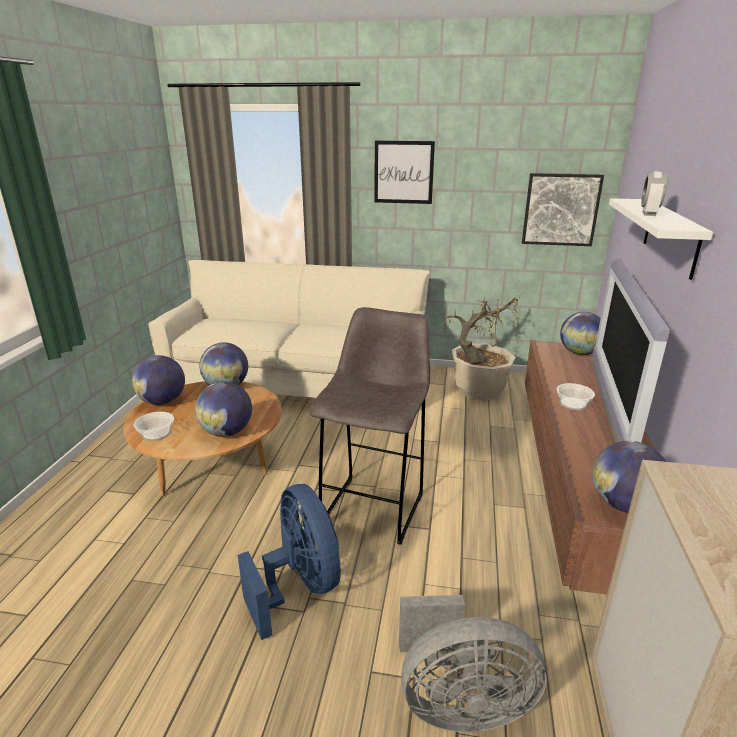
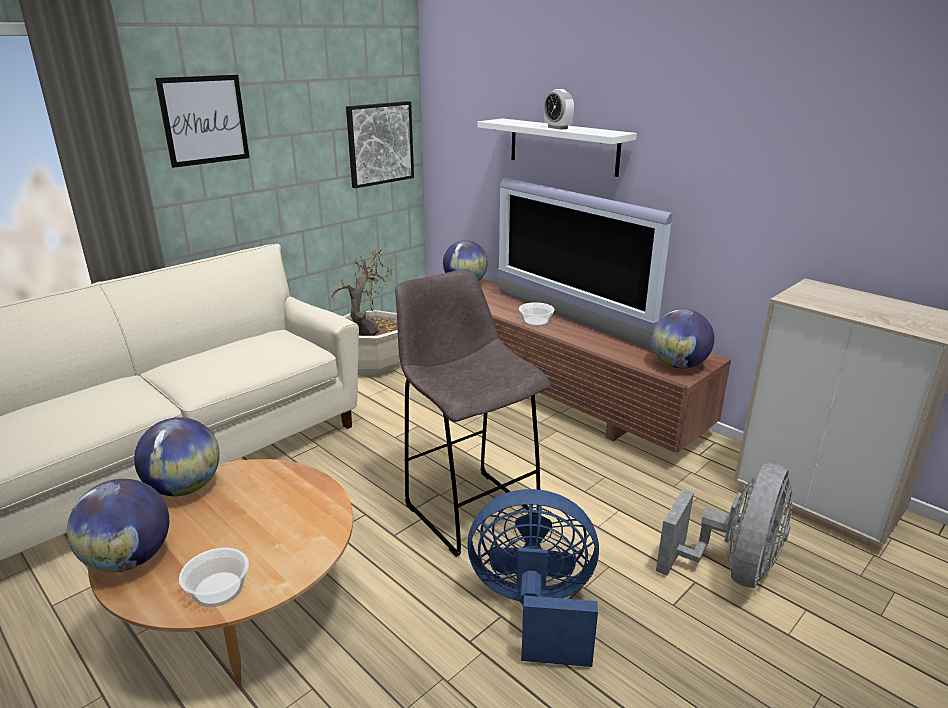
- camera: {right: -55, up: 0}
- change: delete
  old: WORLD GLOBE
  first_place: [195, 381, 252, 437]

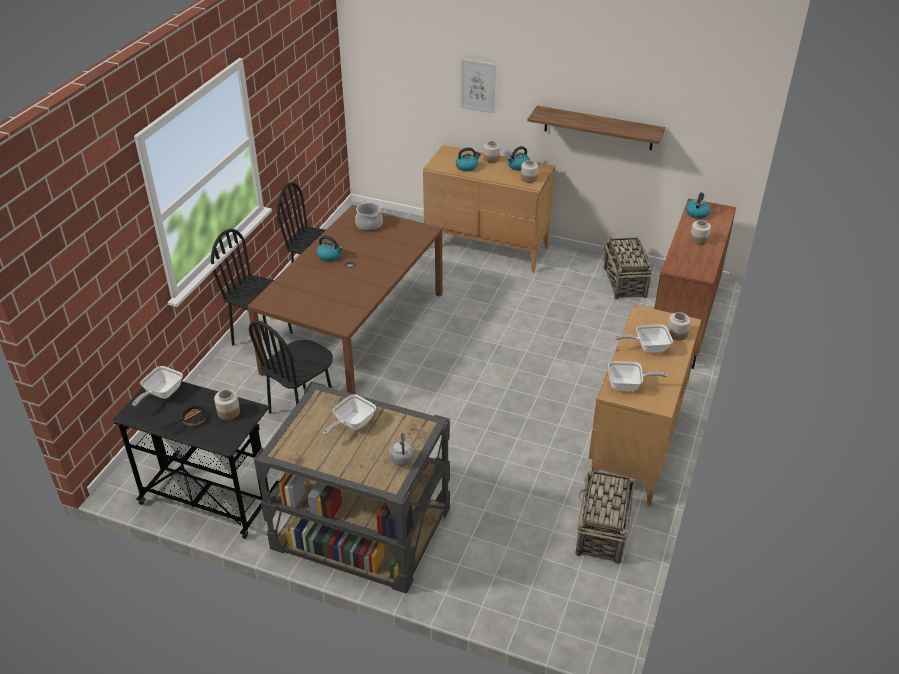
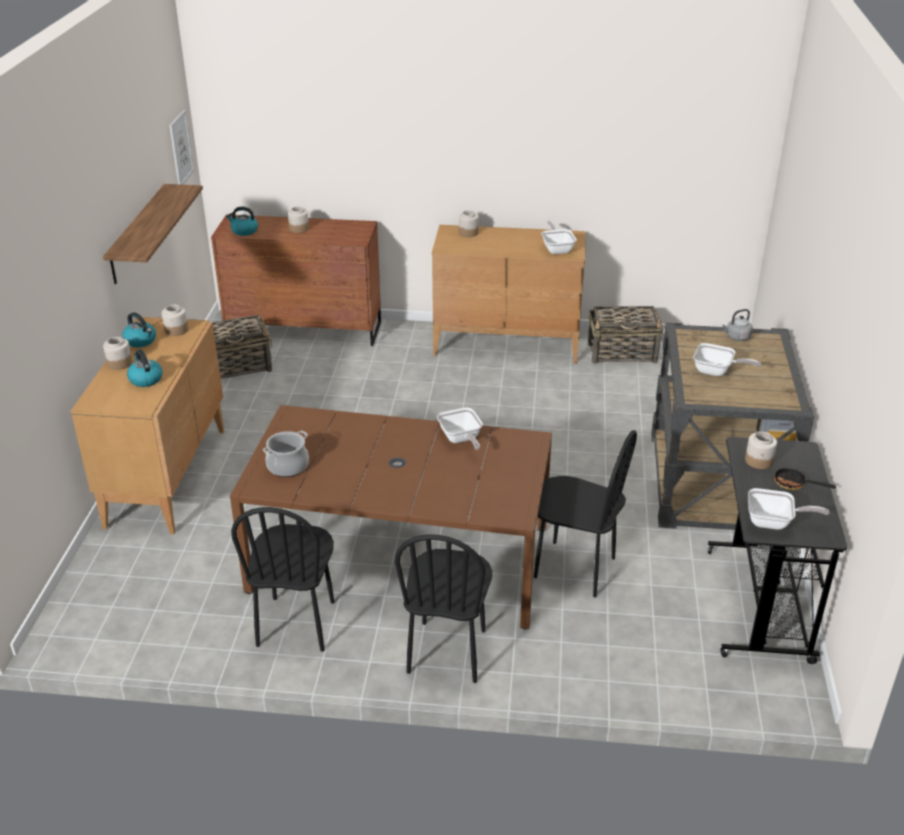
- camera: {right: -105, up: -5}
- change: delete
  old: KETTLE
  first_place: [317, 236, 343, 262]
- change: move
  old: PICTURE
  first_place: [460, 59, 496, 113]
  second_place: [169, 110, 194, 185]
- change: move
  old: FRYING PAN
  first_place: [615, 324, 673, 353]
  second_place: [437, 407, 483, 450]

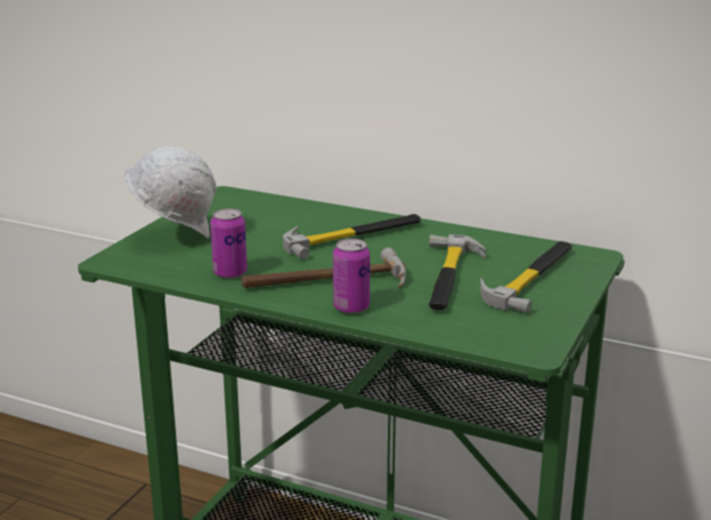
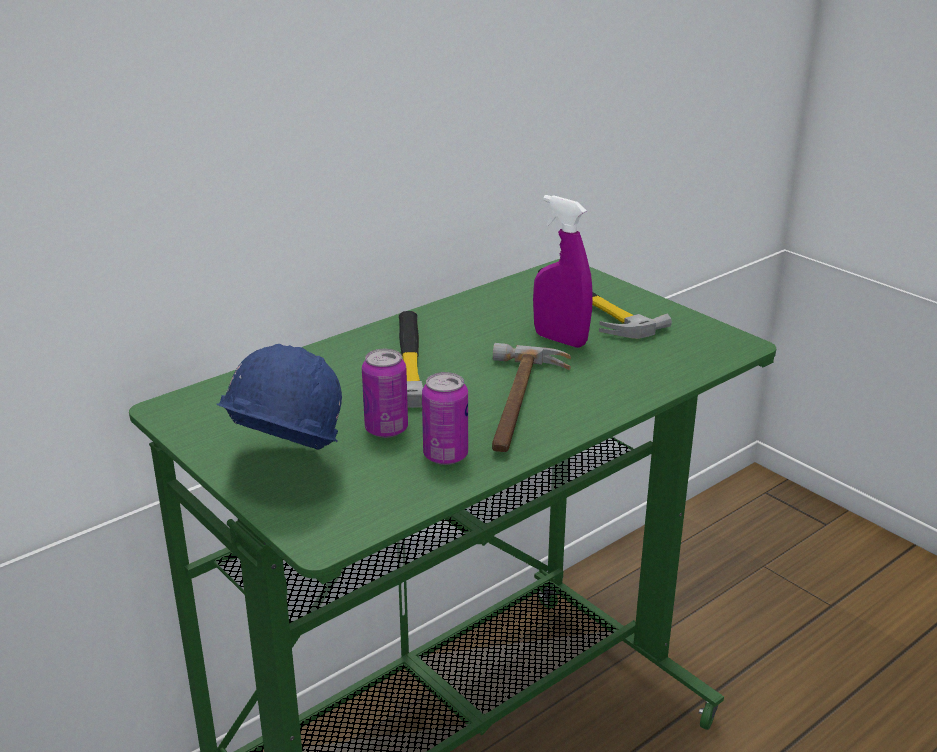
- camera: {right: -65, up: 5}
- change: move
  old: CAN
  first_place: [333, 239, 370, 314]
  second_place: [362, 349, 408, 438]
- change: replace
  old: TOOL HAMMER
  new: PURPLE SPRAYER
  first_place: [428, 234, 486, 310]
  second_place: [533, 195, 592, 348]
- change: recolor
  old: WHITE WORK HELMET
  new: BLUE WORK HELMET
  first_place: [124, 146, 217, 238]
  second_place: [216, 344, 342, 450]

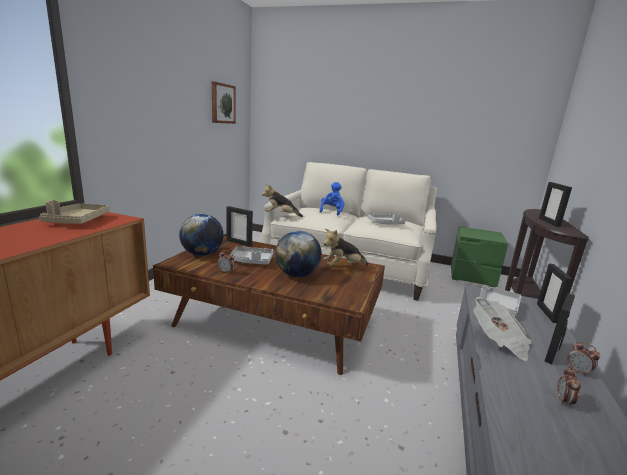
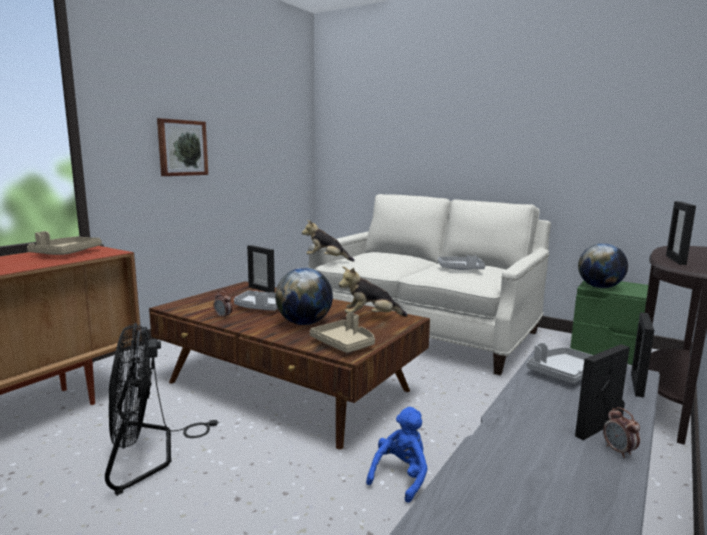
- camera: {right: 15, up: -5}
- change: delete
  old: DAILY PAPER
  first_place: [473, 297, 532, 361]
- change: delete
  old: ALARM CLOCK
  first_place: [557, 368, 581, 407]
- change: insert
  new: BLACK ELECTRIC FAN
  second_place: [105, 323, 219, 496]
- change: insert
  new: BEIGE-COLOURED SERVING TRAY
  second_place: [310, 313, 375, 353]
- change: move
  old: WORLD GLOBE
  first_place: [179, 214, 224, 256]
  second_place: [578, 243, 628, 288]
- change: move
  old: PICTURE
  first_place: [212, 81, 236, 124]
  second_place: [157, 118, 208, 176]
- change: move
  old: BLUE SOFT TOY
  first_place: [320, 182, 344, 216]
  second_place: [366, 407, 428, 503]

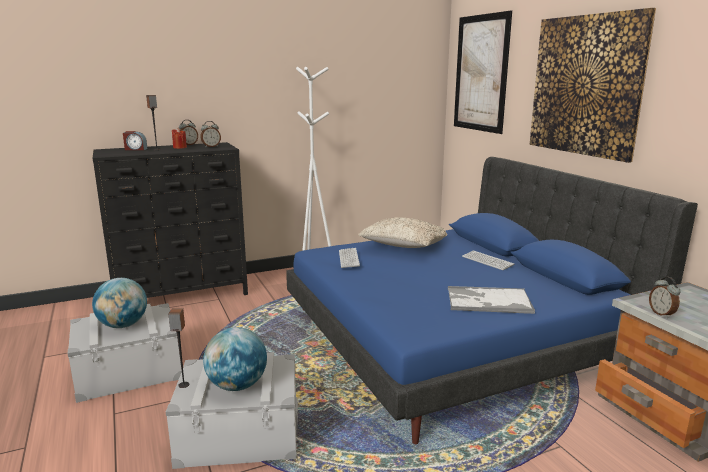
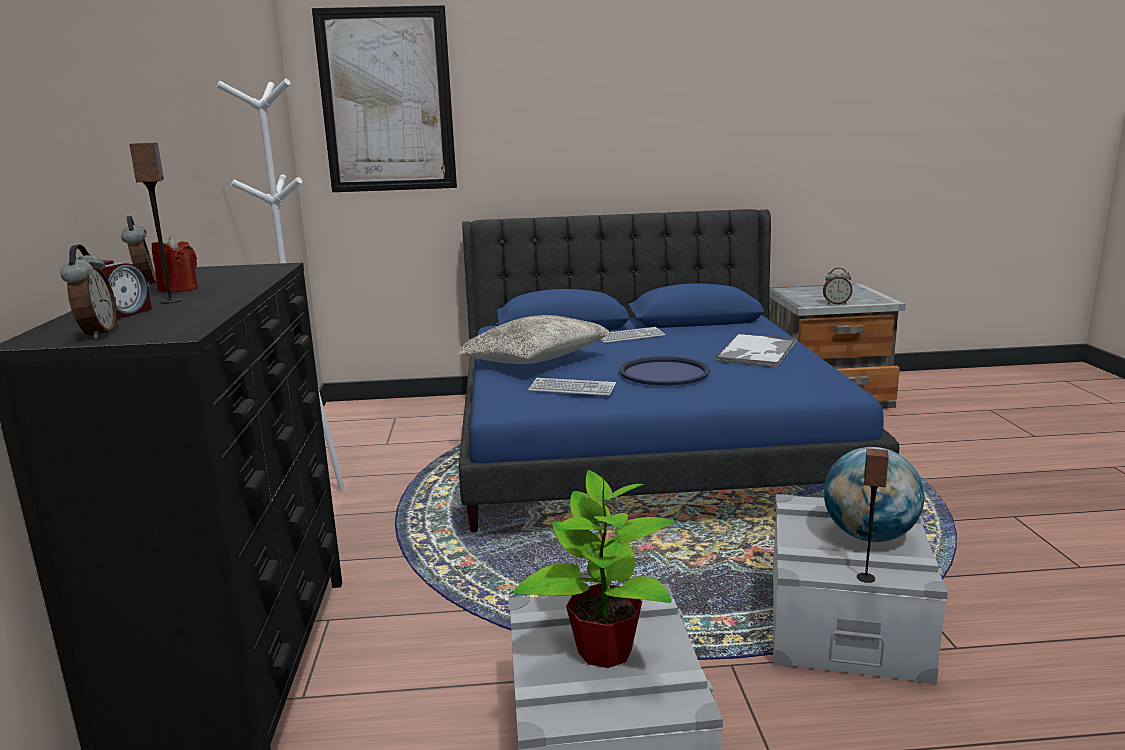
- camera: {right: -70, up: 0}
- change: delete
  old: PICTURE
  first_place: [530, 8, 656, 163]
- change: insert
  new: BLUE SERVING TRAY
  second_place: [619, 356, 710, 386]
- change: move
  old: ALARM CLOCK
  first_place: [200, 121, 221, 147]
  second_place: [61, 244, 117, 339]
- change: replace
  old: WORLD GLOBE
  new: POTTED PLANT
  first_place: [92, 278, 147, 328]
  second_place: [513, 470, 676, 668]

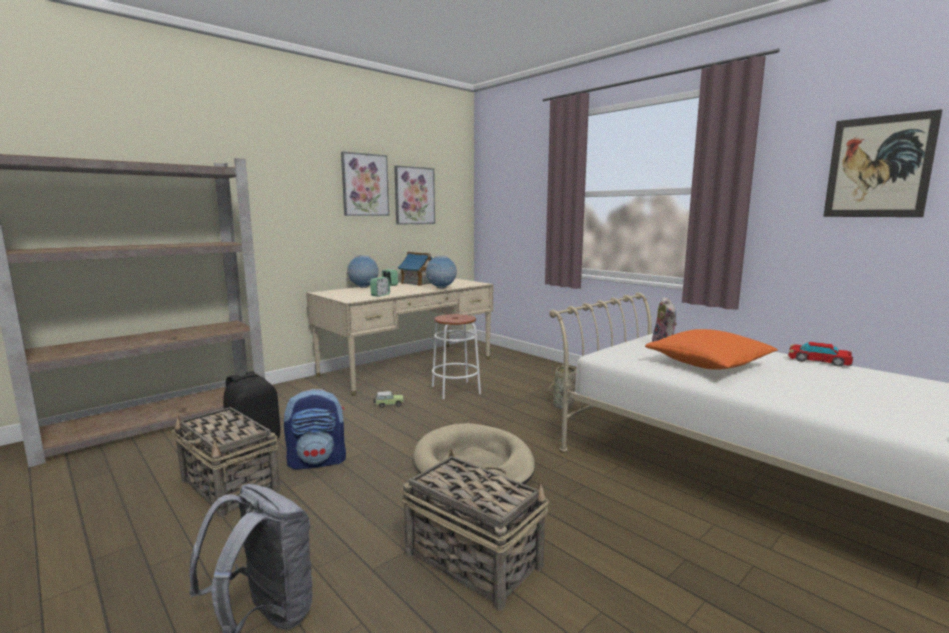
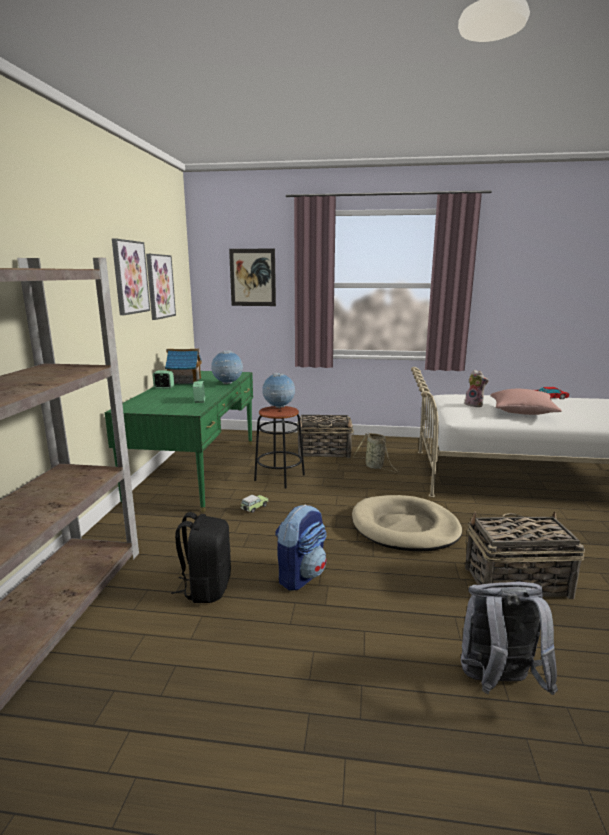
- camera: {right: -40, up: 5}
- change: move
  old: HOUSEHOLD BASKET
  first_place: [171, 407, 280, 517]
  second_place: [297, 415, 354, 458]
- change: move
  old: WORLD GLOBE
  first_place: [347, 255, 379, 288]
  second_place: [262, 373, 295, 408]
- change: move
  old: PICTURE
  first_place: [823, 109, 943, 217]
  second_place: [229, 249, 276, 306]
- change: recolor
  old: BEIGE-COLOURED DESK TABLE
  new: GREEN-COLOURED DESK TABLE
  first_place: [306, 279, 493, 396]
  second_place: [105, 371, 253, 512]
- change: recolor
  old: WHITE SITTING STOOL
  new: BLACK SITTING STOOL
  first_place: [432, 314, 481, 399]
  second_place: [254, 406, 305, 489]
- change: recolor
  old: ORANGE CUSHION
  new: PINKISH CUSHION
  first_place: [645, 329, 778, 369]
  second_place: [491, 389, 562, 415]

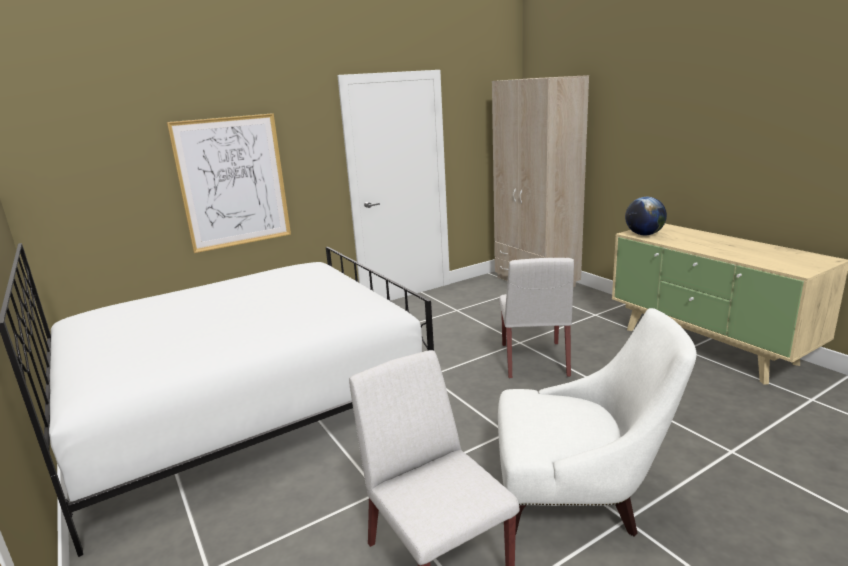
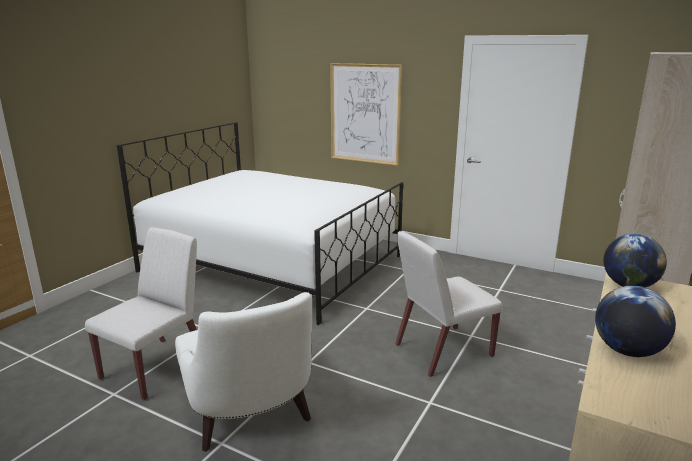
- camera: {right: 60, up: 0}
- change: insert
  new: WORLD GLOBE
  second_place: [595, 286, 676, 357]

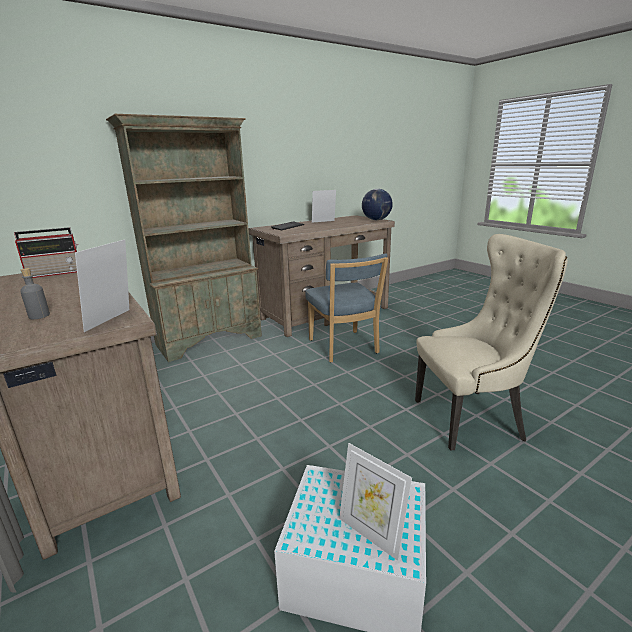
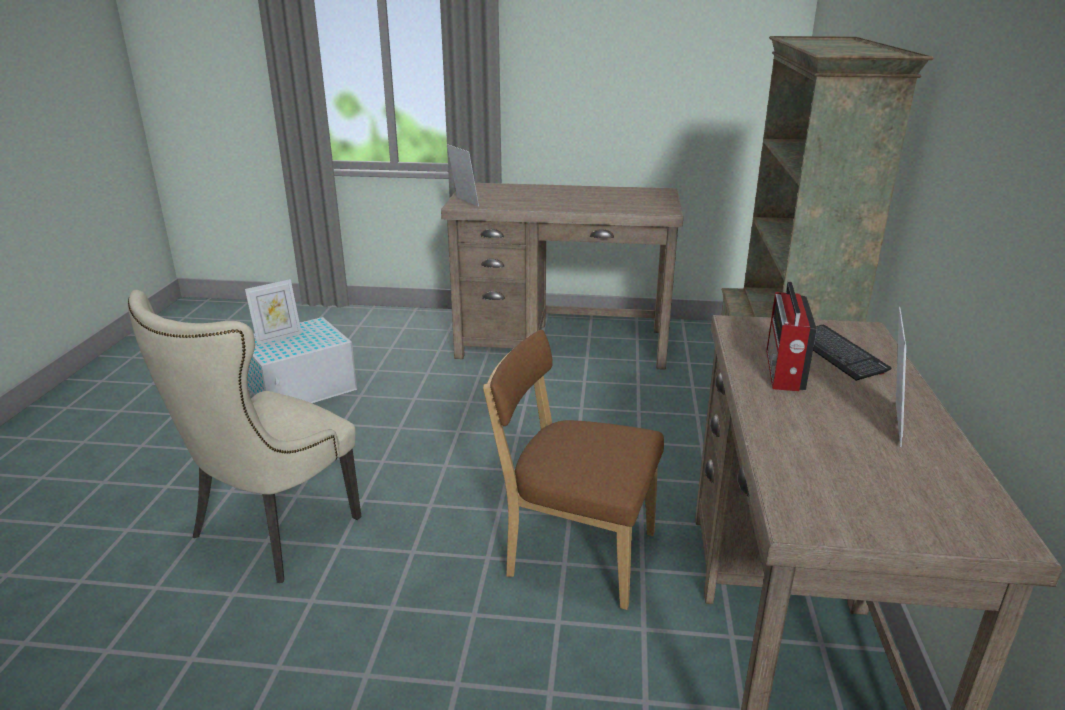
- camera: {right: 130, up: 5}
- change: delete
  old: GREYISH BOTTLE
  first_place: [20, 268, 50, 319]
- change: delete
  old: WORLD GLOBE
  first_place: [362, 189, 393, 220]
- change: move
  old: RADIO
  first_place: [14, 227, 78, 278]
  second_place: [766, 282, 817, 391]
- change: recolor
  old: BLUE CHAIR
  new: BROWN CHAIR
  first_place: [306, 254, 388, 362]
  second_place: [483, 330, 664, 610]
- change: rotate
  old: PICTURE FRAME
  first_place: [339, 443, 412, 561]
  second_place: [245, 279, 302, 345]
  degrees: 150

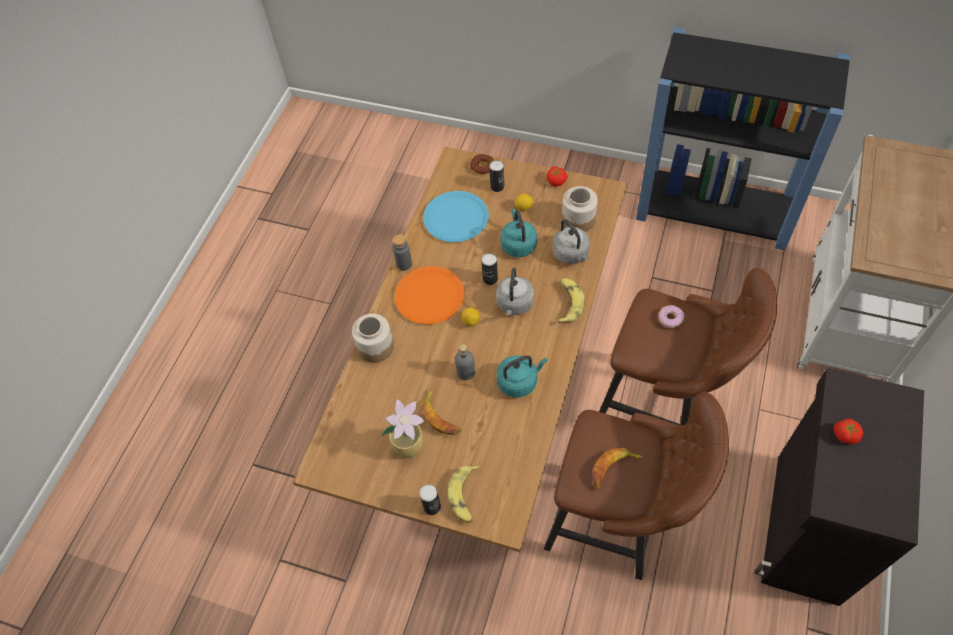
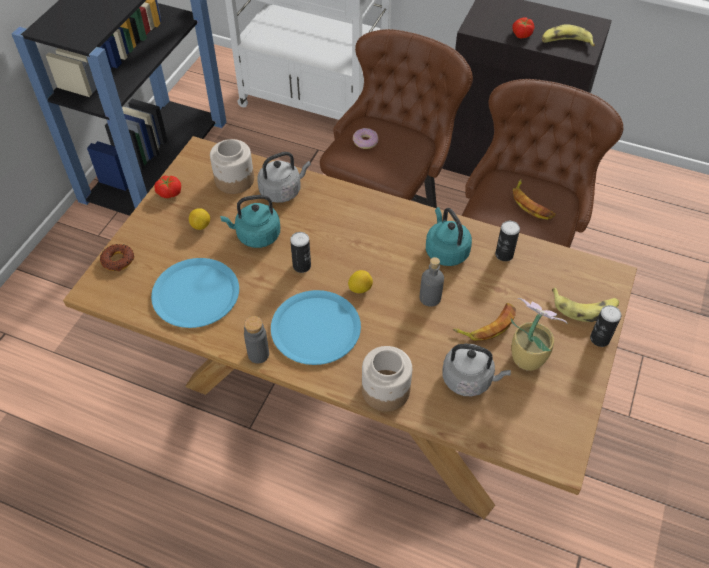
- camera: {right: -90, up: -5}
- change: move
  old: CAN
  first_place: [489, 160, 504, 192]
  second_place: [495, 221, 520, 261]
- change: move
  old: GREYISH KETTLE
  first_place: [496, 267, 534, 315]
  second_place: [442, 344, 511, 397]
- change: move
  old: WHOLE BANANA
  first_place: [557, 278, 585, 323]
  second_place: [542, 24, 595, 46]
- change: recolor
  old: ORANGE FLAT DISH
  new: BLUE FLAT DISH
  first_place: [395, 266, 464, 324]
  second_place: [271, 290, 361, 365]

